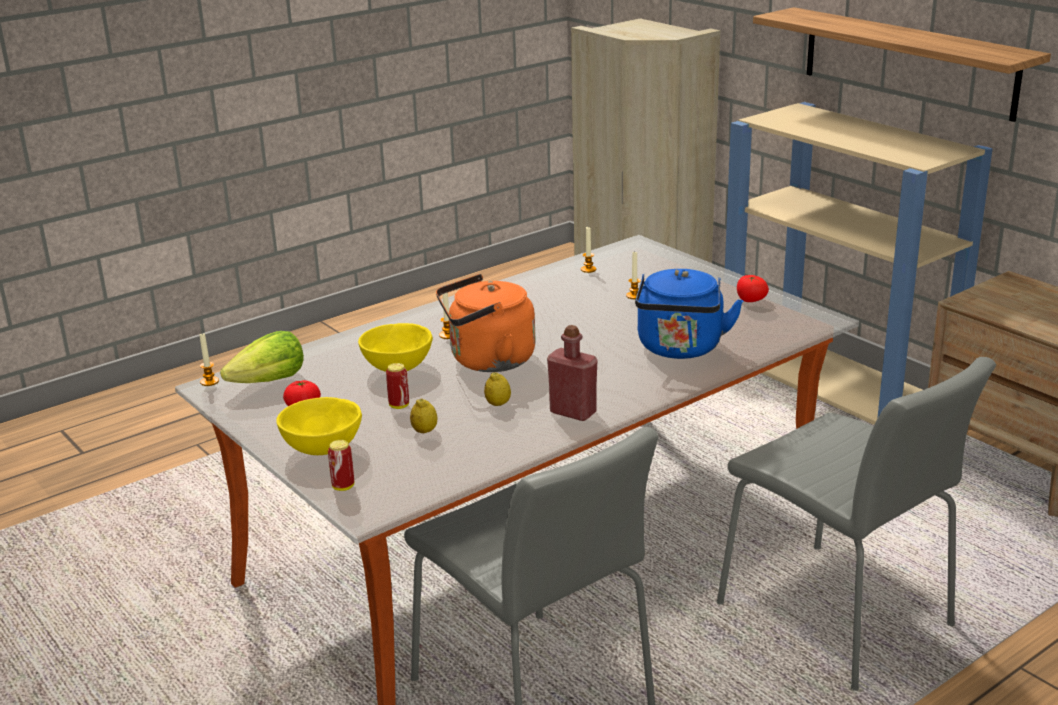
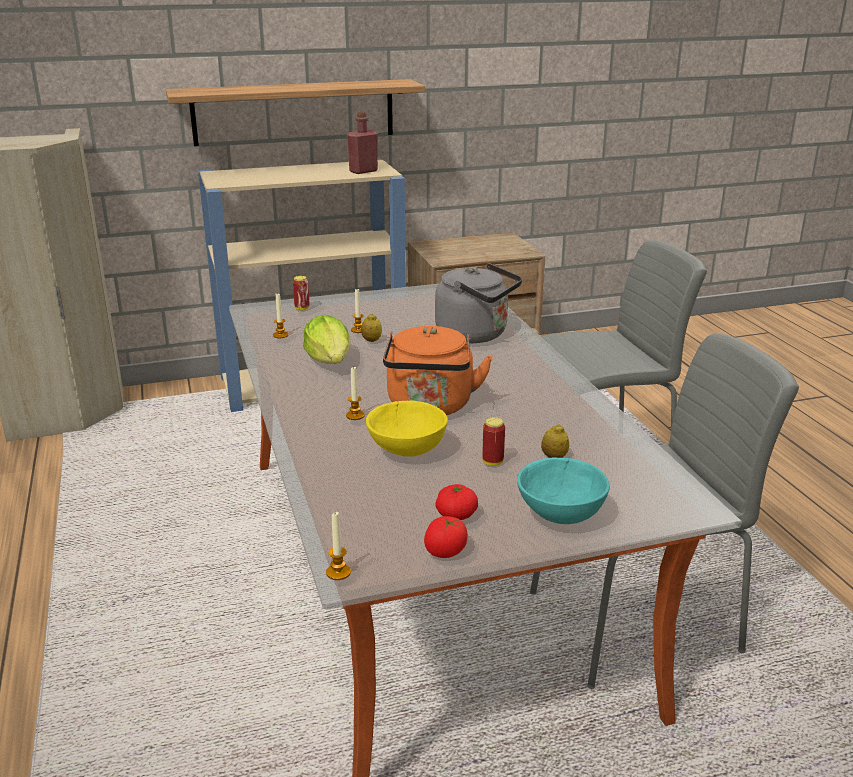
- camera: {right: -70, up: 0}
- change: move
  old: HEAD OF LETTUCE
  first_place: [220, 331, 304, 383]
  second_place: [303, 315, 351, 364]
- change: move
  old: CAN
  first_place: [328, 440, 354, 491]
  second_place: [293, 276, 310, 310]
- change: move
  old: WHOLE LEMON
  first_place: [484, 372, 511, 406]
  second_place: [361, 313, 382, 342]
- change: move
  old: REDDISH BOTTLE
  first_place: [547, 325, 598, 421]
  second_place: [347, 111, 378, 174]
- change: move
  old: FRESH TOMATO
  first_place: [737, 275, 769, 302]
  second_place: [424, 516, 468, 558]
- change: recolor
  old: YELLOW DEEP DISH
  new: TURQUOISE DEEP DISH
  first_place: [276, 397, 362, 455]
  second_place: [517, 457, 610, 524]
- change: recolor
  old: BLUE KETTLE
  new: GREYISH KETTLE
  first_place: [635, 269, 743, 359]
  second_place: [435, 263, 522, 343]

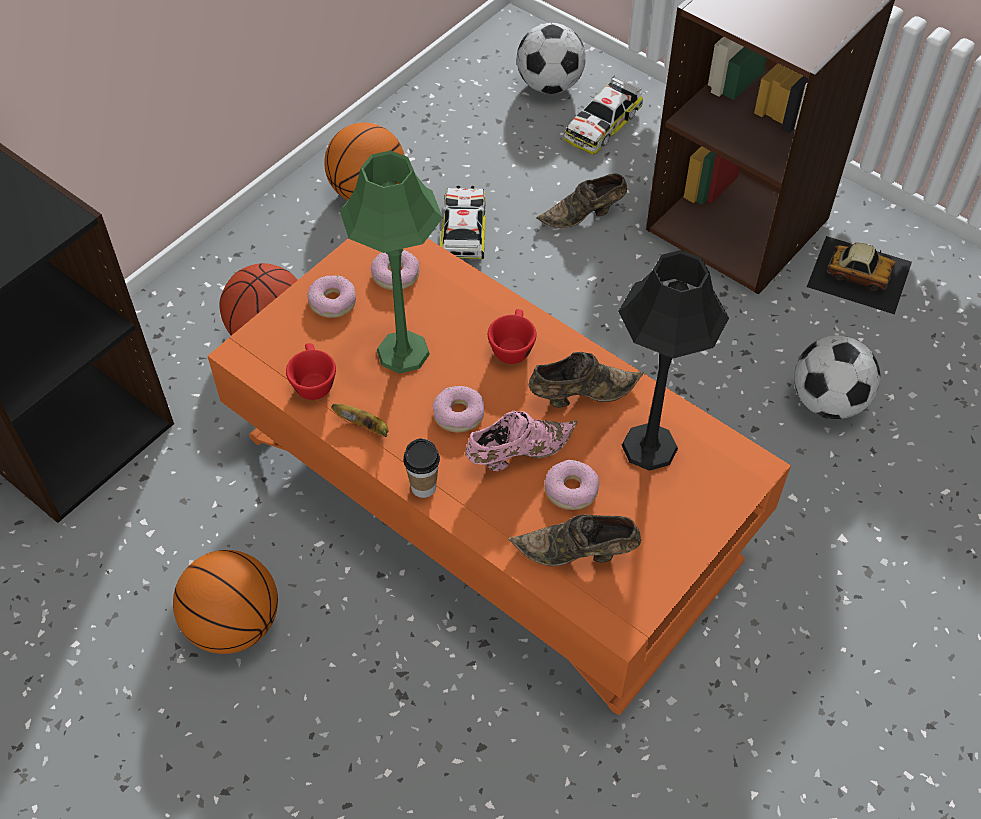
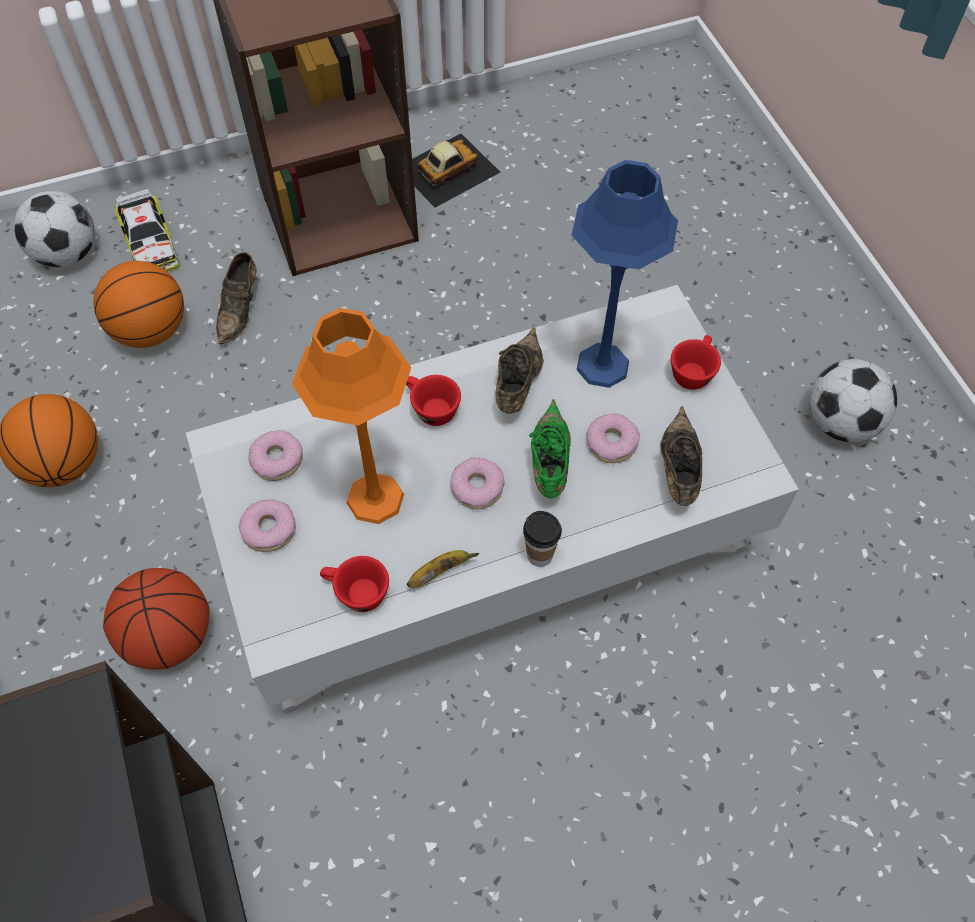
- camera: {right: -60, up: 5}
- change: delete
  old: MODEL CAR
  first_place: [440, 186, 486, 259]
- change: insert
  new: REDDISH SMALL CUP
  second_place: [671, 335, 721, 390]
- change: move
  old: BASKETBALL BALL
  first_place: [173, 550, 278, 654]
  second_place: [93, 261, 184, 348]
- change: move
  old: BALL FOR FOOTBALL
  first_place: [794, 335, 881, 419]
  second_place: [809, 359, 897, 442]
- change: recolor
  old: ORANGE LOW TABLE
  new: WHITE LOW TABLE
  first_place: [208, 238, 791, 715]
  second_place: [186, 285, 799, 713]
- change: recolor
  old: GREEN-COLOURED TABLETOP LAMP
  new: ORANGE TABLETOP LAMP
  first_place: [340, 151, 443, 374]
  second_place: [292, 308, 411, 524]
- change: recolor
  old: PINKISH LOW SHOE
  new: GREEN-COLOURED LOW SHOE
  first_place: [465, 411, 578, 471]
  second_place: [529, 399, 571, 498]
- change: recolor
  old: BLACK TABLETOP LAMP
  new: BLUE TABLETOP LAMP
  first_place: [618, 250, 729, 471]
  second_place: [572, 160, 678, 388]
- change: rotate
  old: BROWN LOW SHOE
  first_place: [508, 514, 641, 566]
  second_place: [661, 406, 702, 506]
  degrees: 150

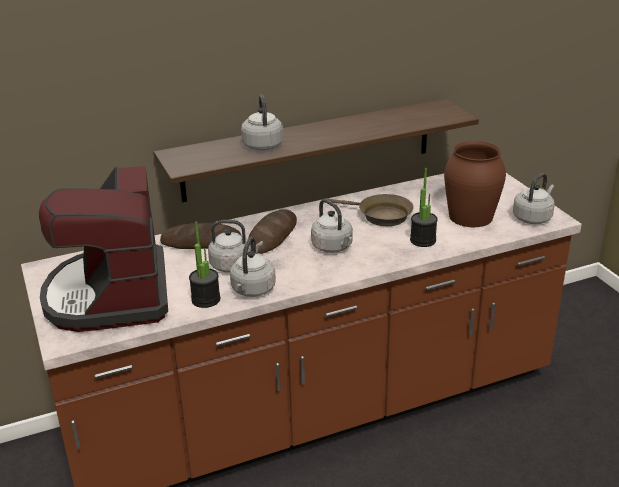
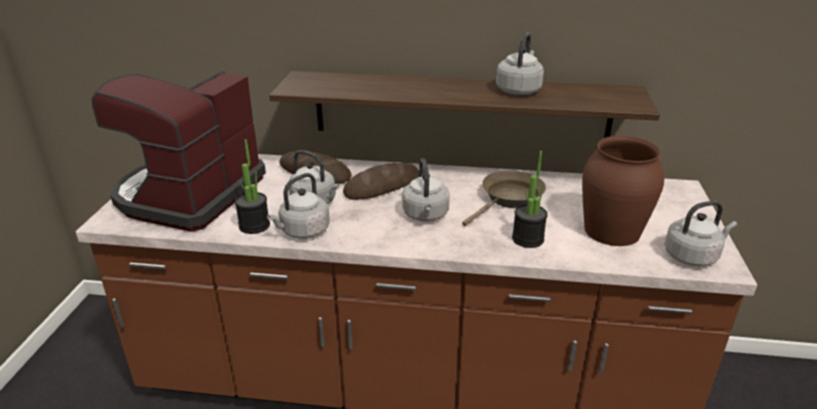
- camera: {right: 30, up: 0}
- change: move
  old: GREYISH KETTLE
  first_place: [241, 95, 283, 150]
  second_place: [496, 33, 544, 95]
- change: rotate
  old: BROWN FRYING PAN
  first_place: [325, 194, 414, 226]
  second_place: [462, 170, 546, 226]
  degrees: -105

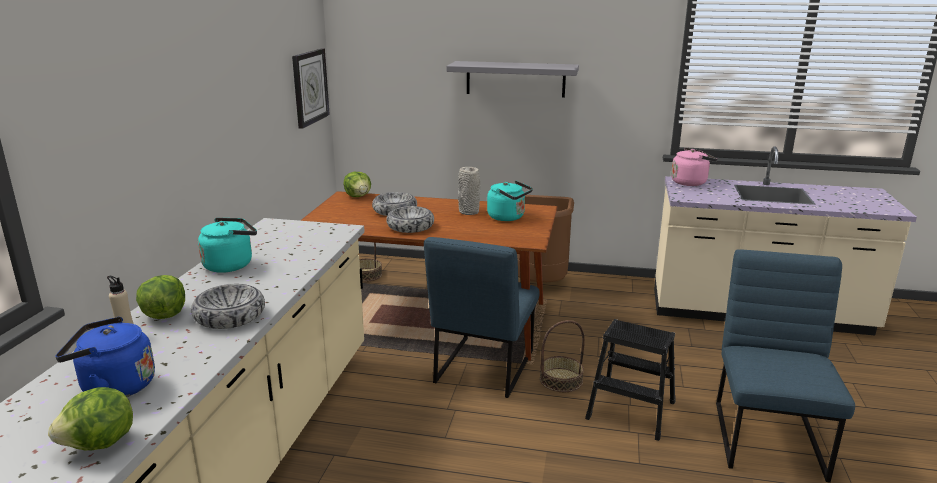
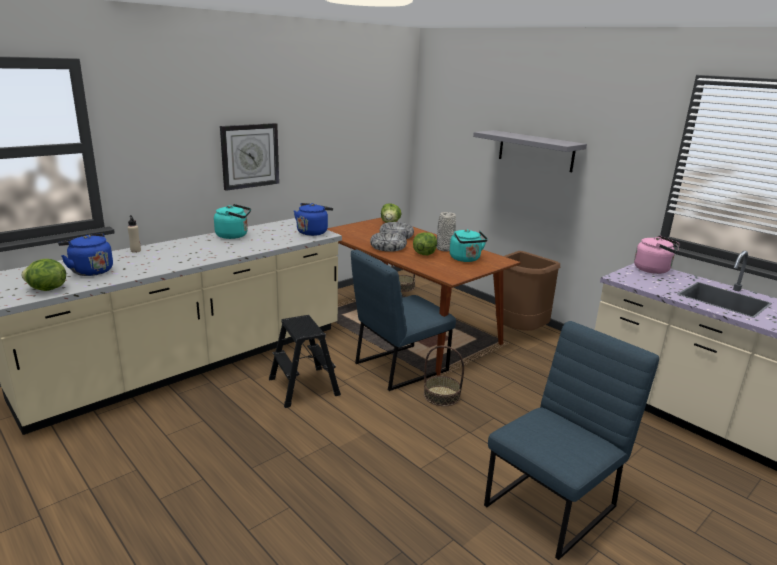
- camera: {right: 35, up: 0}
- change: delete
  old: DEEP DISH
  first_place: [191, 284, 265, 329]
- change: insert
  new: BLUE KETTLE
  second_place: [294, 203, 333, 236]
- change: move
  old: HEAD OF LETTUCE
  first_place: [136, 275, 185, 319]
  second_place: [413, 232, 437, 255]
- change: move
  old: HANGING CLOCK
  first_place: [292, 49, 330, 129]
  second_place: [220, 123, 279, 191]
- change: move
  old: BLACK STEP STOOL
  first_place: [585, 319, 676, 441]
  second_place: [269, 315, 341, 408]

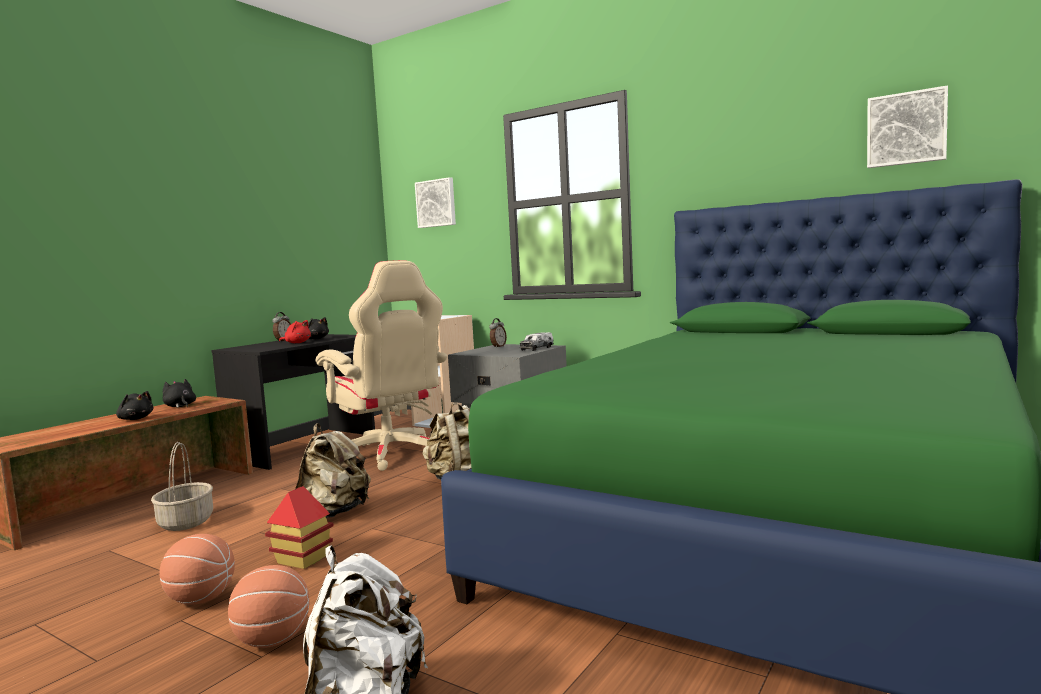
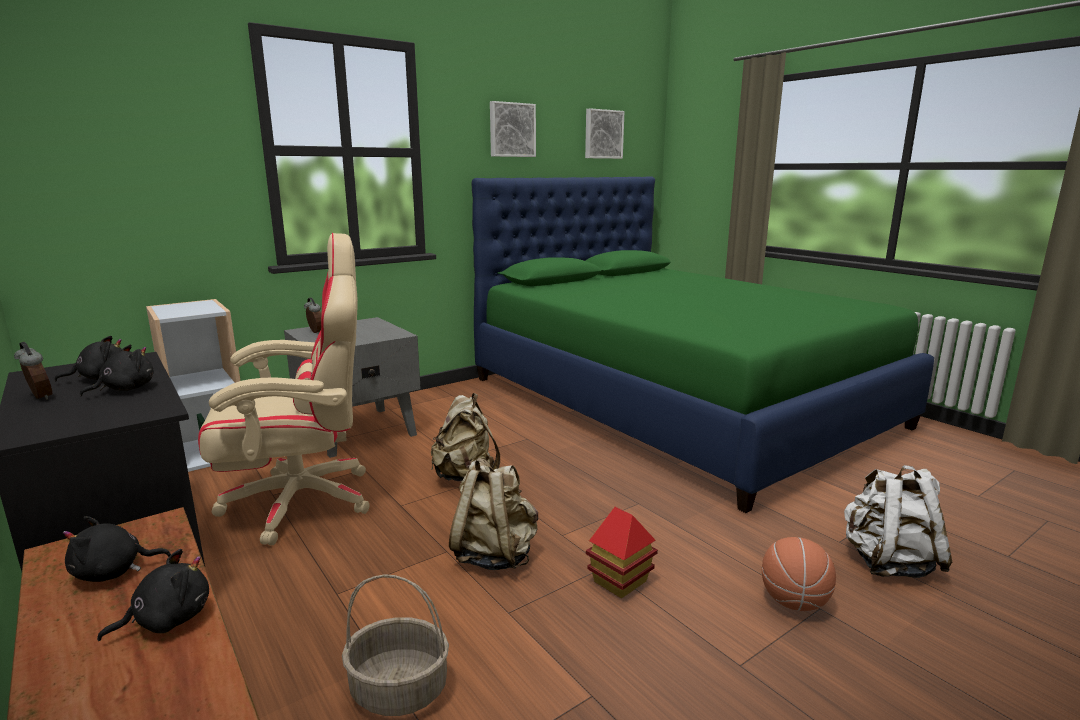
- camera: {right: -70, up: 10}
- change: delete
  old: BASKETBALL BALL
  first_place: [159, 534, 235, 605]
- change: delete
  old: TOY TRUCK
  first_place: [520, 332, 554, 351]
- change: move
  old: PICTURE
  first_place: [415, 177, 456, 228]
  second_place: [490, 101, 536, 157]
- change: recolor
  old: REDDISH SOFT TOY
  new: BLACK SOFT TOY
  first_place: [279, 320, 311, 343]
  second_place: [79, 345, 154, 396]

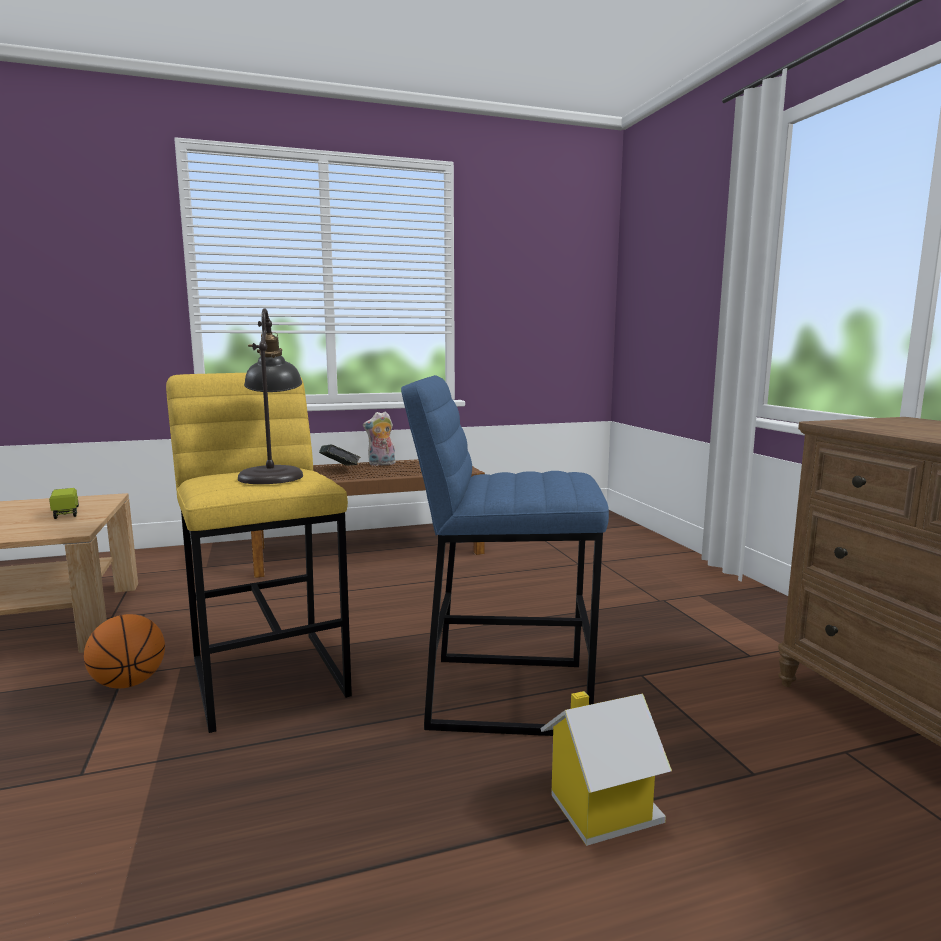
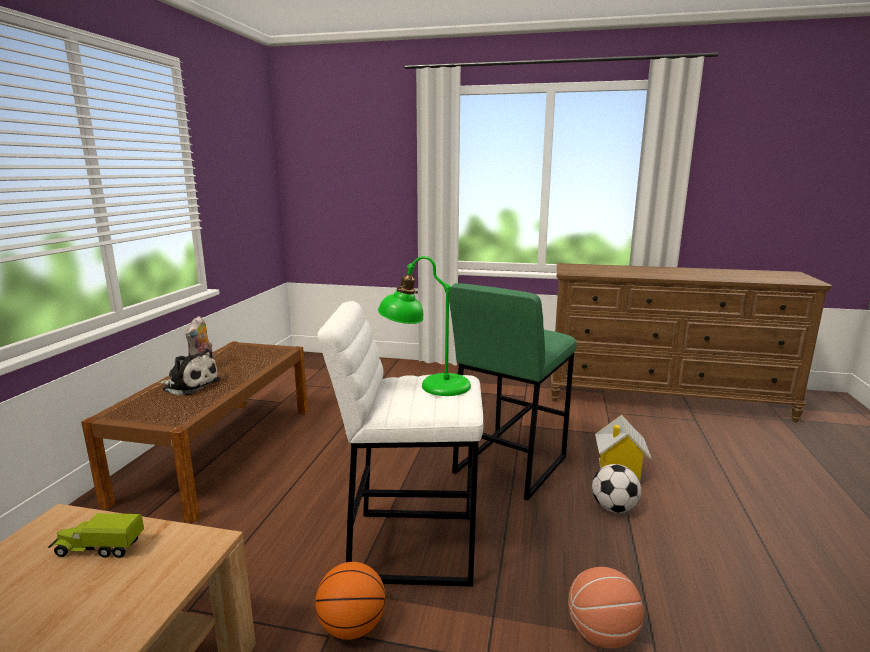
- camera: {right: -60, up: 5}
- change: insert
  new: BASKETBALL BALL
  second_place: [568, 567, 644, 649]
- change: insert
  new: BALL FOR FOOTBALL
  second_place: [592, 464, 641, 513]
- change: replace
  old: VOLUME
  new: SOFT TOY
  first_place: [319, 444, 361, 466]
  second_place: [159, 349, 221, 395]
- change: recolor
  old: YELLOW SITTING STOOL
  new: WHITE SITTING STOOL
  first_place: [166, 373, 352, 733]
  second_place: [318, 301, 483, 587]
- change: recolor
  old: GREYISH TABLETOP LAMP
  new: GREEN-COLOURED TABLETOP LAMP
  first_place: [238, 309, 303, 484]
  second_place: [378, 256, 471, 396]
- change: recolor
  old: BLUE SITTING STOOL
  new: GREEN-COLOURED SITTING STOOL
  first_place: [401, 375, 609, 736]
  second_place: [449, 283, 577, 501]

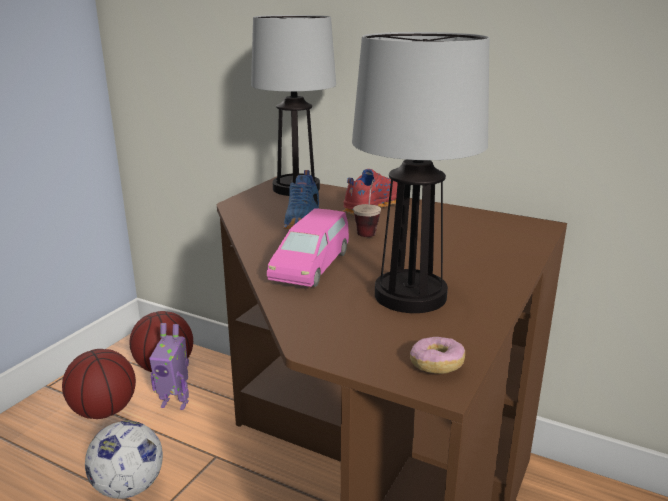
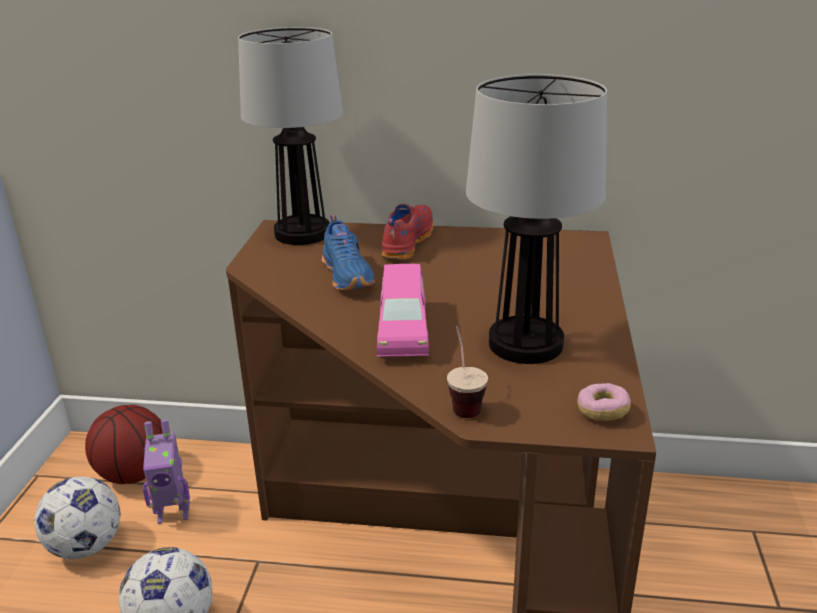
- camera: {right: -20, up: 5}
- change: move
  old: SMALL CUP
  first_place: [353, 179, 381, 237]
  second_place: [447, 326, 488, 418]
- change: replace
  old: BASKETBALL BALL
  new: BALL FOR FOOTBALL
  first_place: [62, 349, 136, 419]
  second_place: [34, 477, 121, 559]

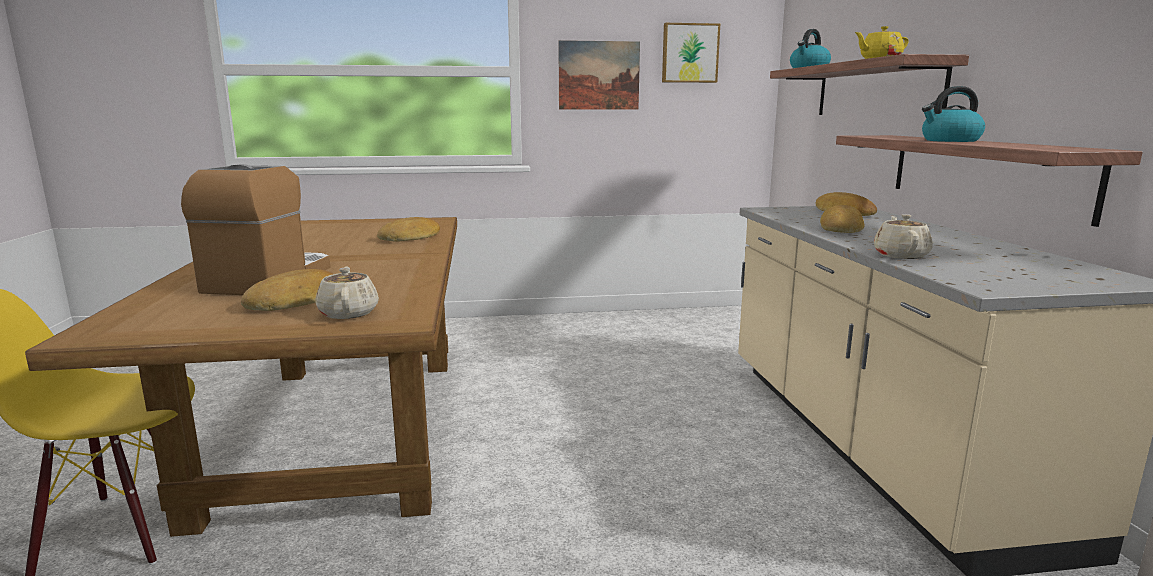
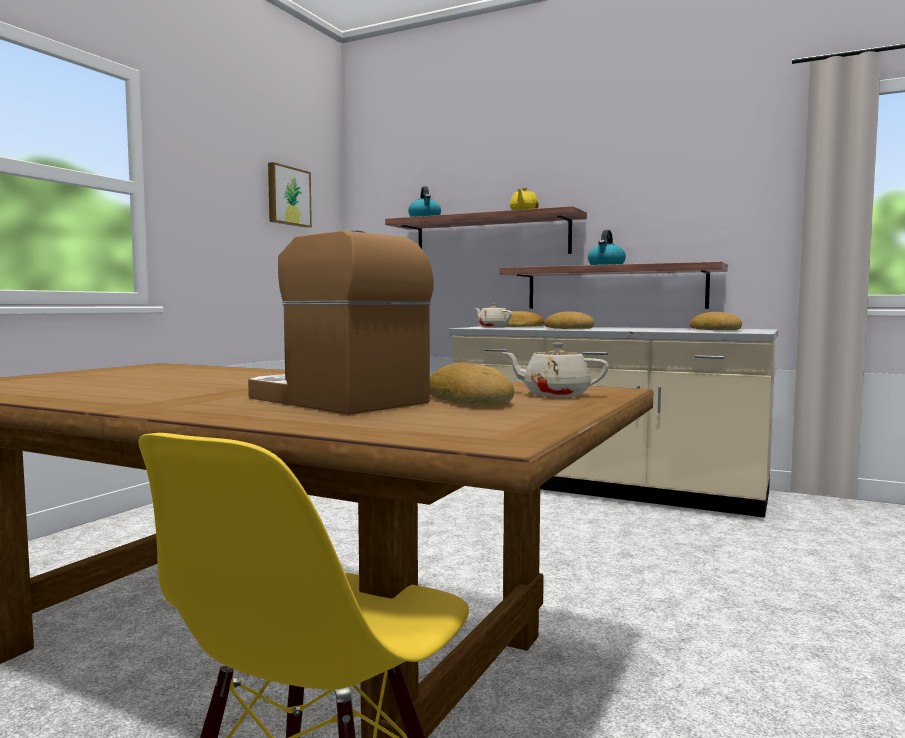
- camera: {right: -55, up: -10}
- change: delete
  old: PICTURE
  first_place: [558, 40, 640, 110]
- change: move
  old: BAKED BREAD
  first_place: [377, 217, 440, 242]
  second_place: [689, 312, 742, 330]
- change: move
  old: BEIGE-COLOURED TEA POT
  first_place: [874, 214, 933, 259]
  second_place: [475, 303, 512, 328]

